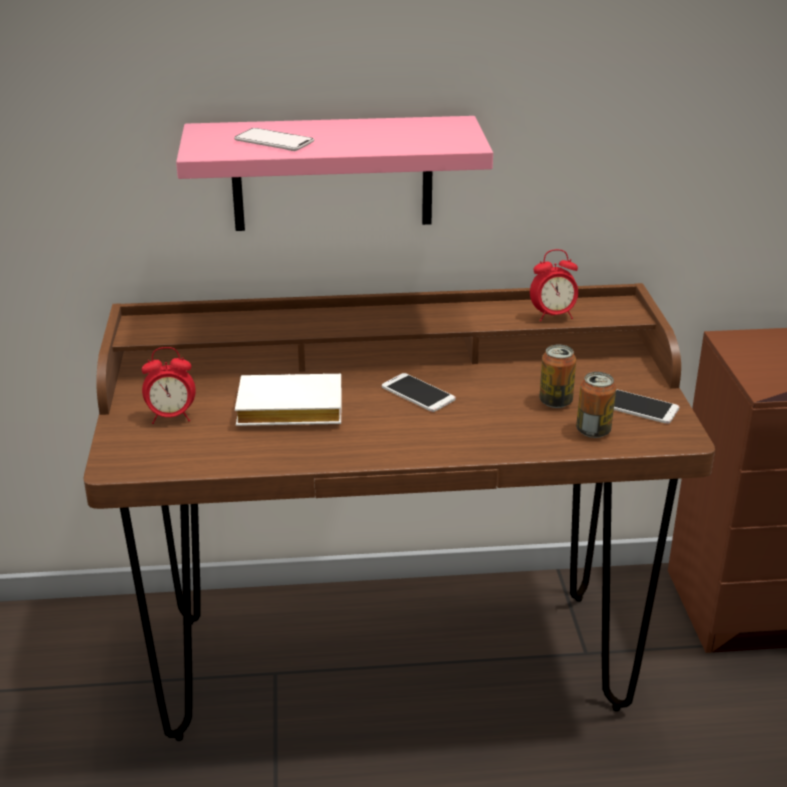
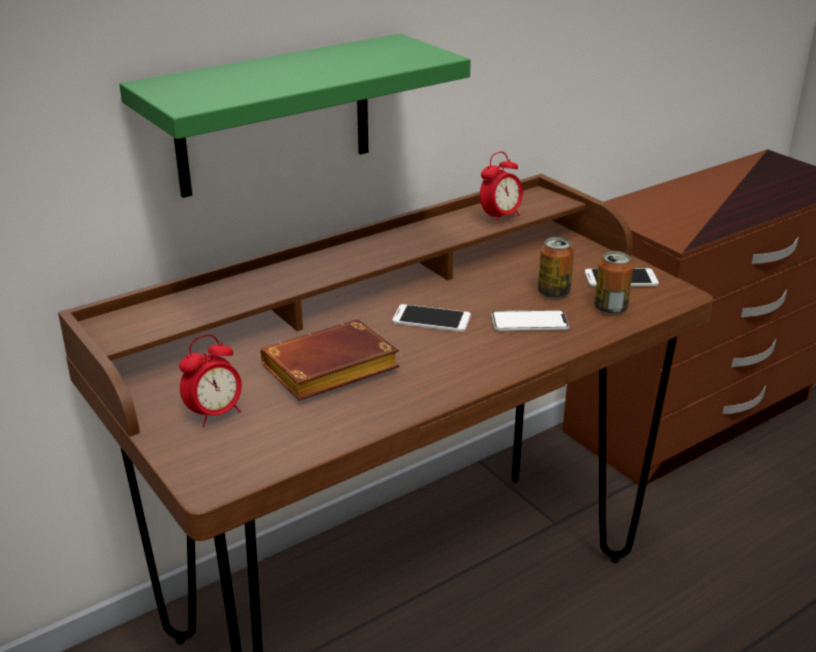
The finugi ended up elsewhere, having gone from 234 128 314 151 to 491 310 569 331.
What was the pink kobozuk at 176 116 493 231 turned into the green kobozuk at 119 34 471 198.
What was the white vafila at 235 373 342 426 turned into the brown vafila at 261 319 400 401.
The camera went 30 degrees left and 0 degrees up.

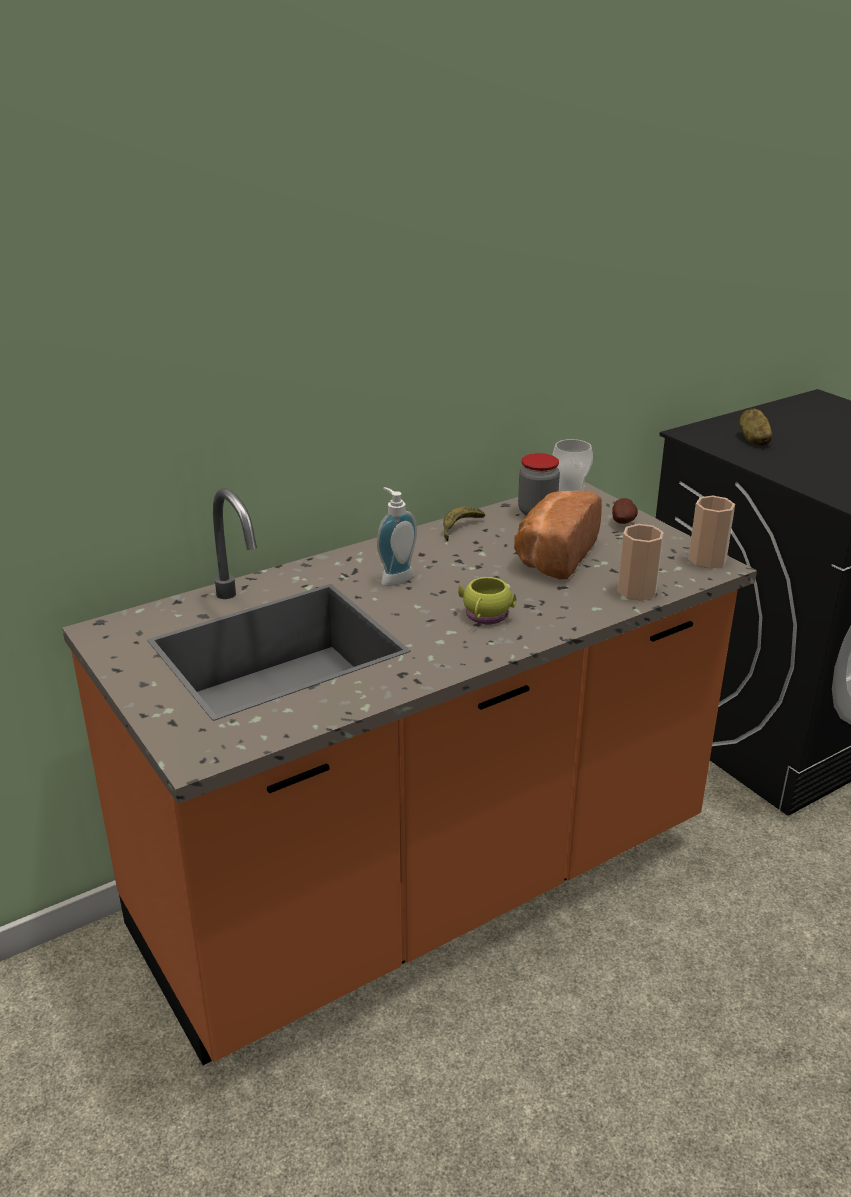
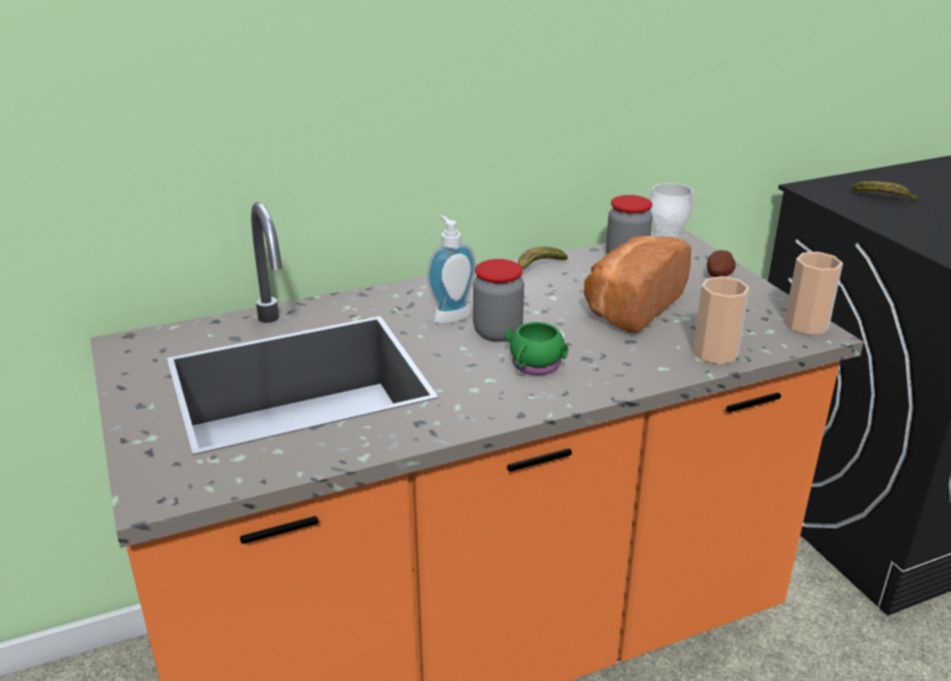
The second view gained the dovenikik at 473 259 524 342.
Where the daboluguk stood at 740 408 772 446, the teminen came to stand at 851 181 918 201.
What was the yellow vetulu at 458 577 516 624 turned into the green vetulu at 506 322 568 375.
The camera went 10 degrees right and 0 degrees up.

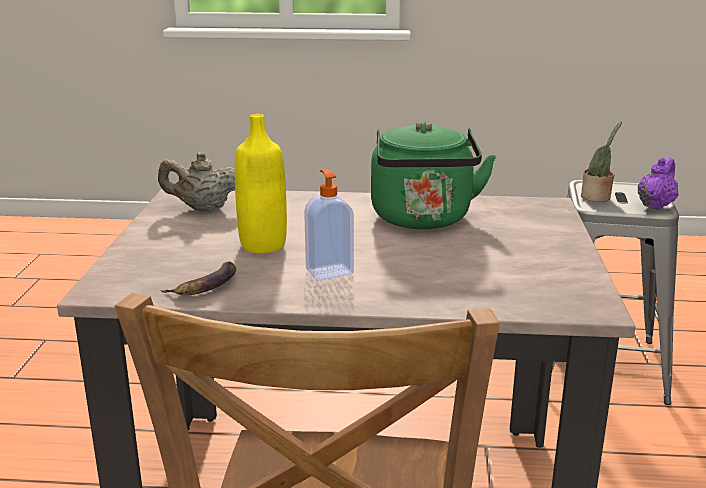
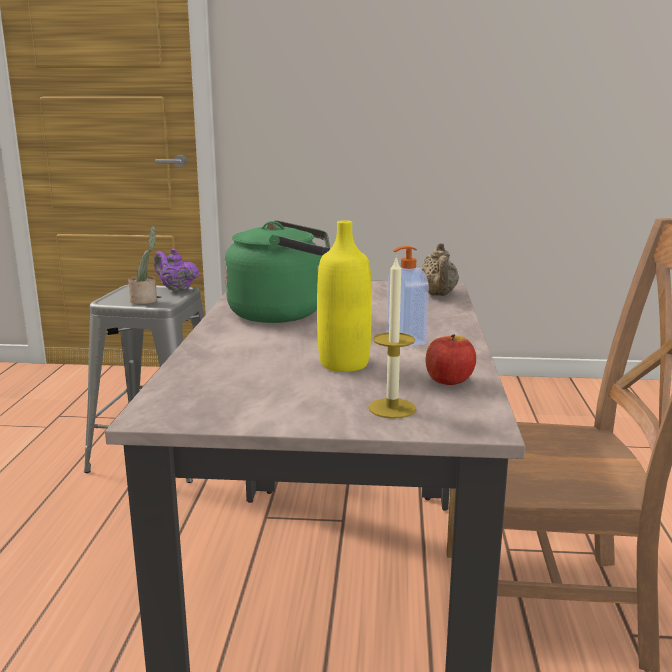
The second view gained the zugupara at 368 256 416 419.
The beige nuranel ended up elsewhere, having gone from 158 152 235 212 to 420 243 459 296.
Where the teminen stood at 161 261 236 295, the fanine came to stand at 426 334 476 385.
The camera went 90 degrees left and 5 degrees down.

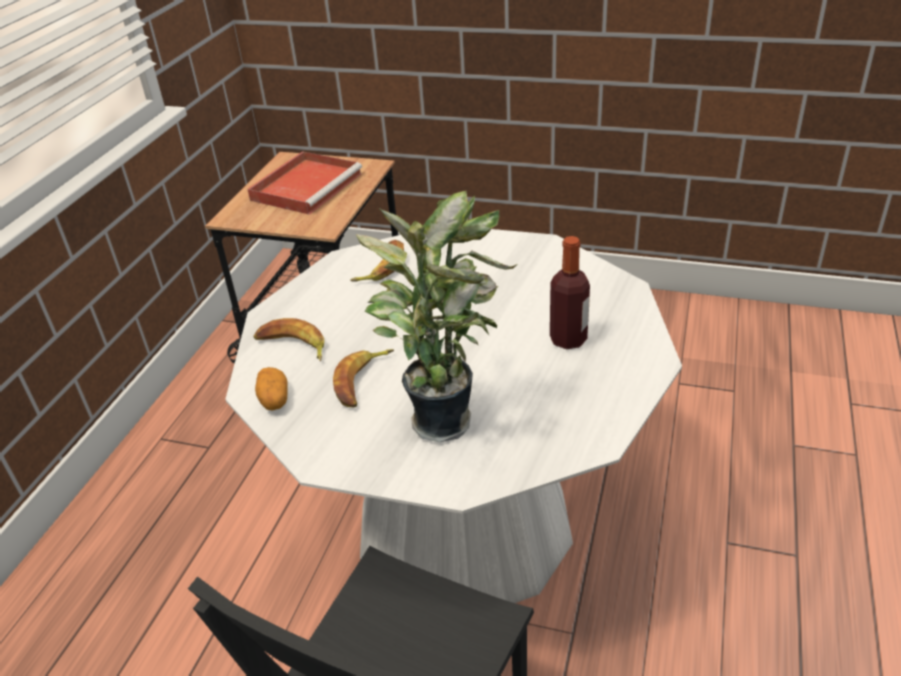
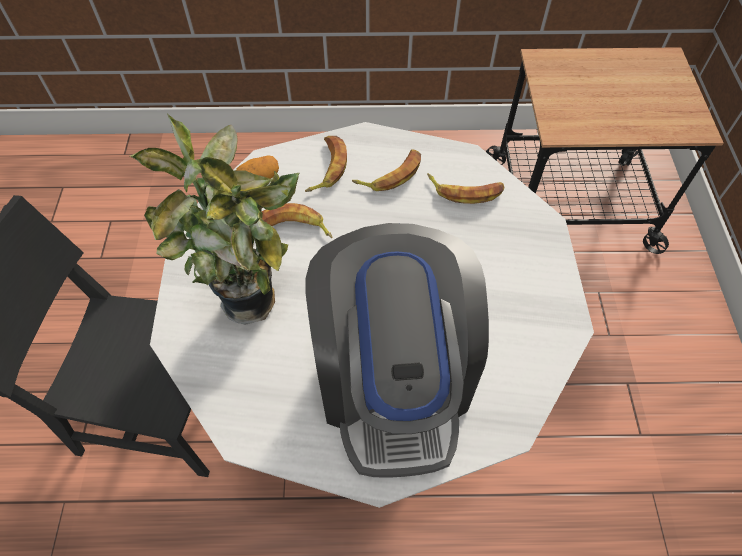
The second view lost the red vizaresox at 247 151 362 215.
The second view gained the teminen at 352 149 421 191.
Where the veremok stood at 550 236 590 349, the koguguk came to stand at 305 223 489 478.
The camera went 70 degrees right and 20 degrees up.

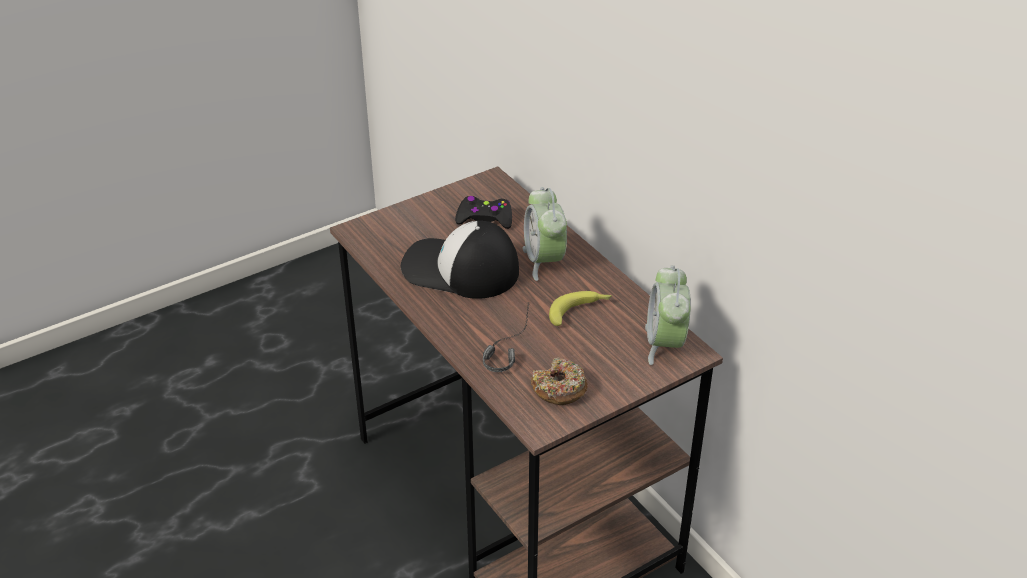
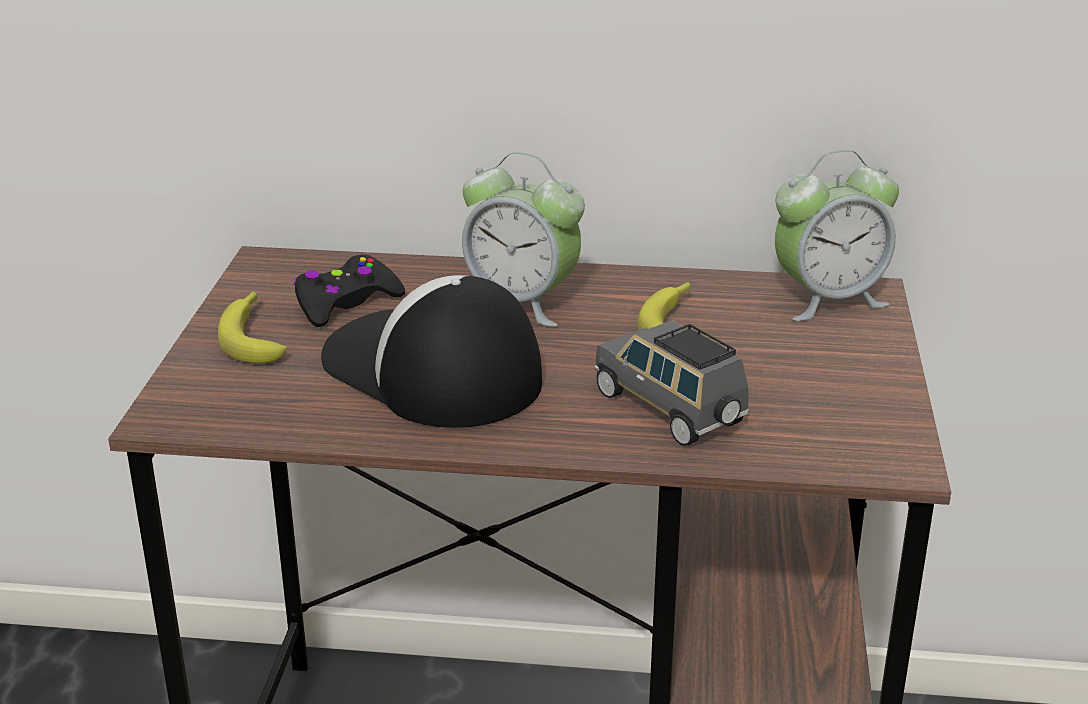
The second view lost the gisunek at 531 358 588 405.
The second view gained the teminen at 218 291 287 364.
Where the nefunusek stood at 483 302 529 372, the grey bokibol came to stand at 594 320 749 446.
The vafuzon at 401 221 519 299 ended up facing another way, 75 degrees clockwise from before.
The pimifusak at 645 265 691 365 ended up facing another way, 60 degrees counterclockwise from before.
The camera went 50 degrees left and 10 degrees down.

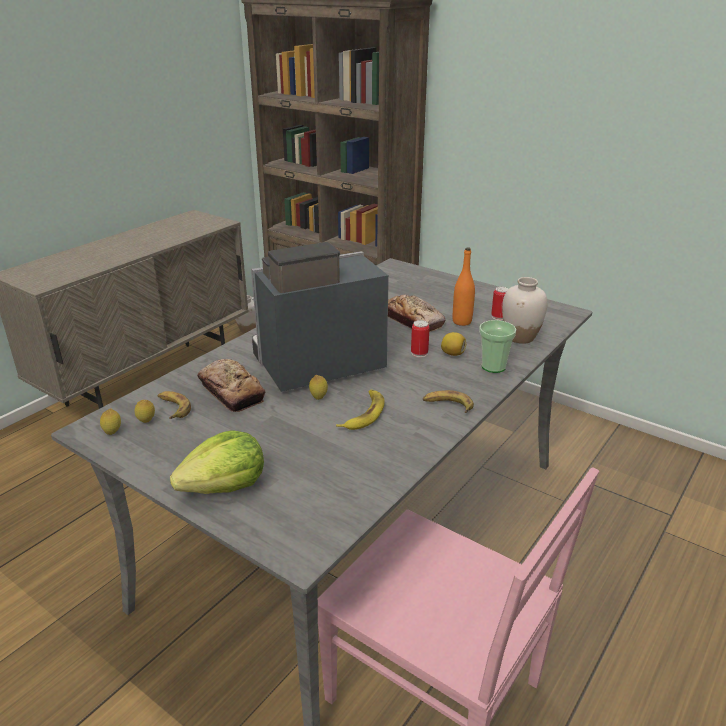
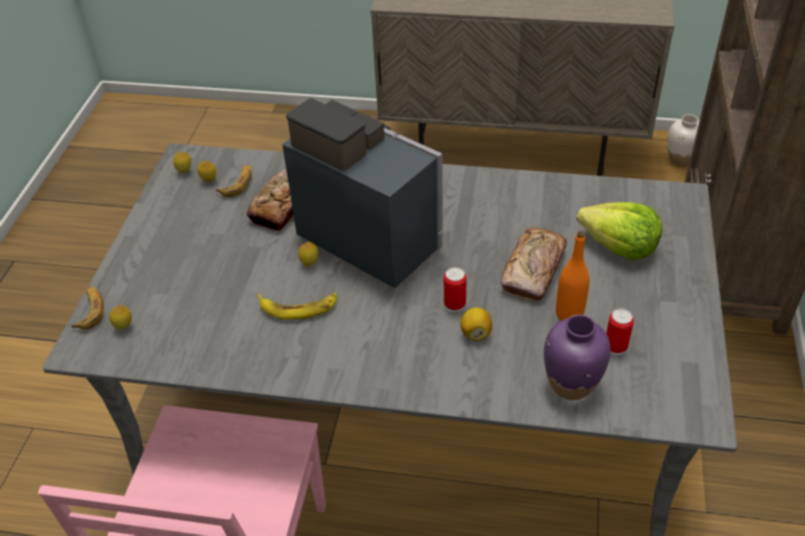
The second view lost the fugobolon at 479 320 516 373.
The second view gained the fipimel at 109 306 132 329.
The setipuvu ended up elsewhere, having gone from 170 430 264 494 to 577 202 662 261.
The teminen ended up elsewhere, having gone from 423 390 474 413 to 71 287 104 330.
What was the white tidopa at 502 277 547 344 turned into the purple tidopa at 544 315 611 400.
The camera went 65 degrees right and 15 degrees up.

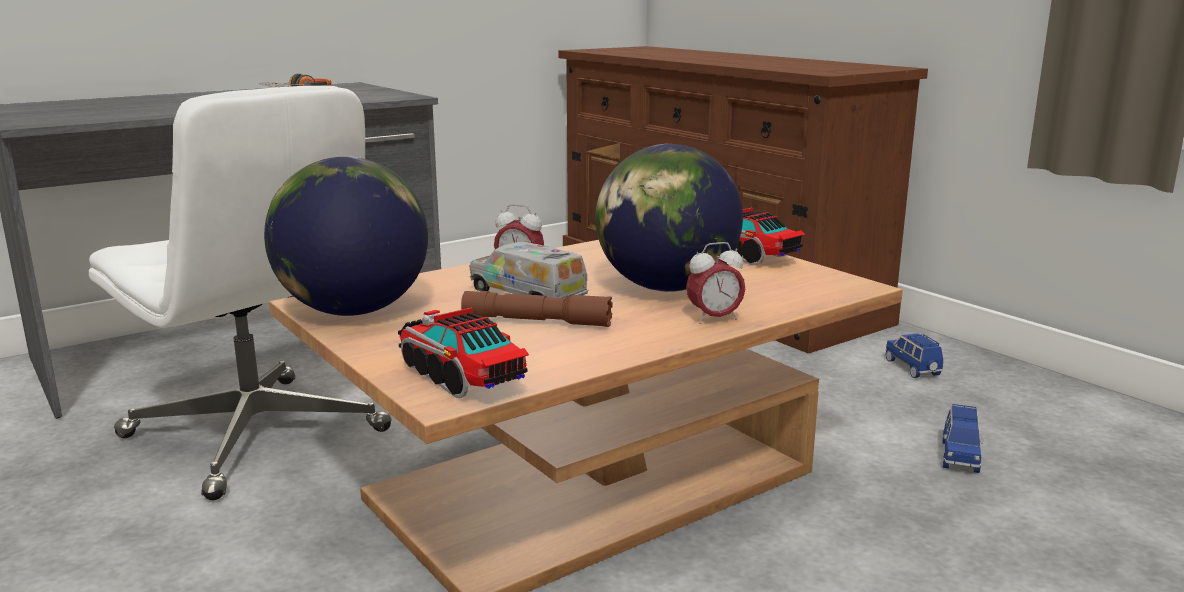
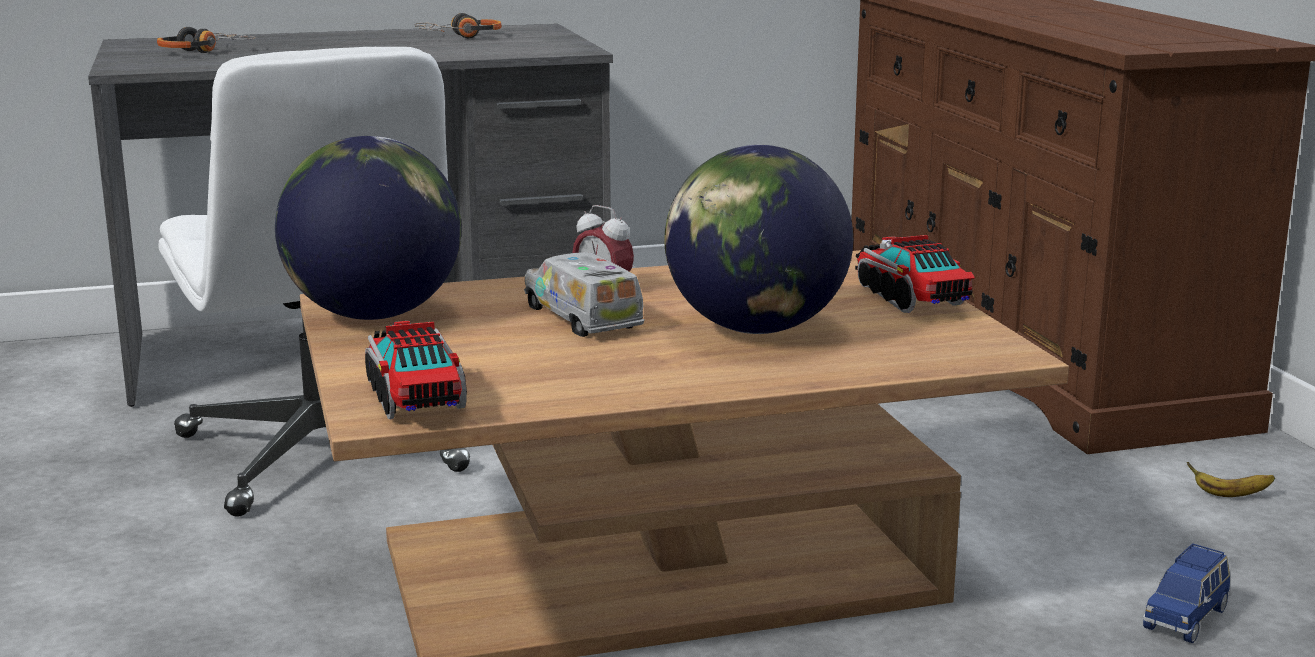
The second view lost the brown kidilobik at 461 291 613 327.
The second view lost the pimifusak at 686 242 745 324.
The second view gained the nefunusek at 157 27 256 53.
Where the blue bokibol stood at 885 334 943 378, the teminen came to stand at 1187 462 1275 497.
The camera went 20 degrees right and 0 degrees up.

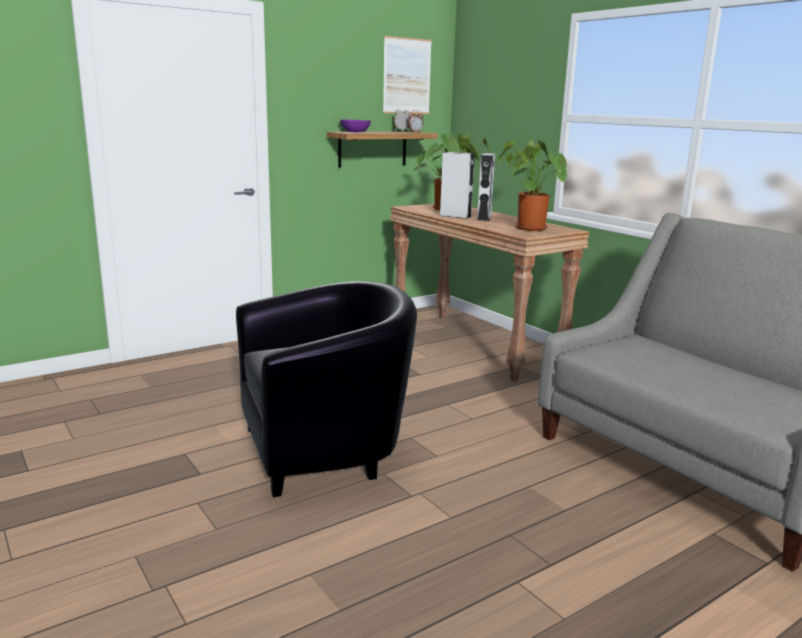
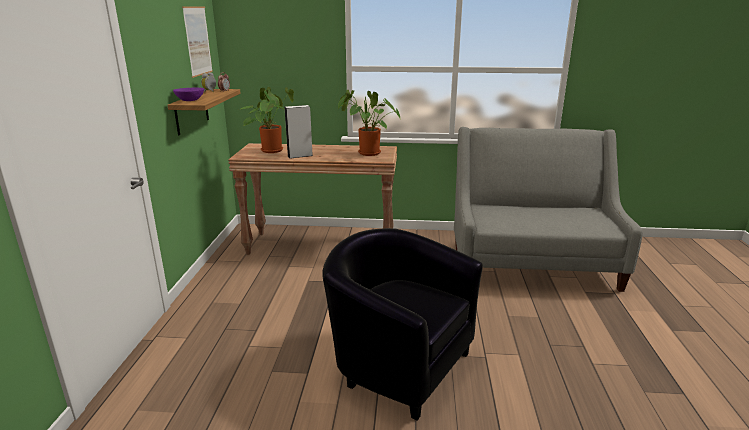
The second view lost the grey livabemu at 477 153 495 221.
The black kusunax at 236 281 417 498 ended up facing another way, 75 degrees counterclockwise from before.
The camera went 50 degrees left and 5 degrees up.

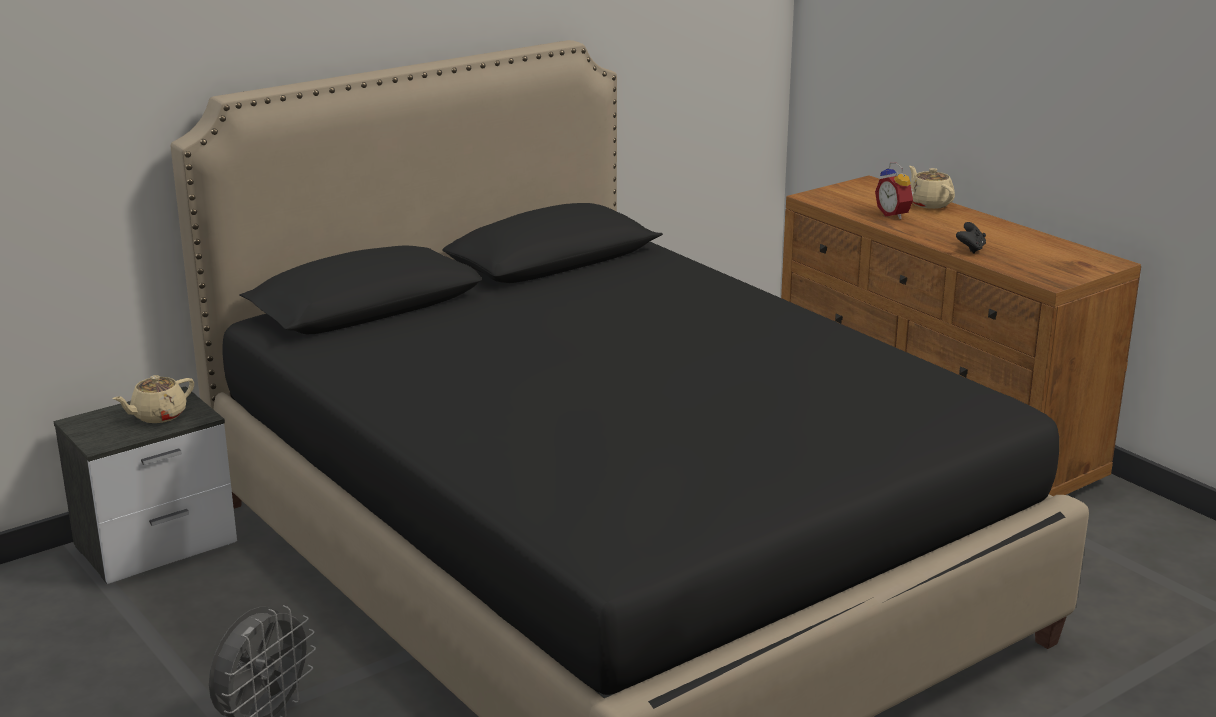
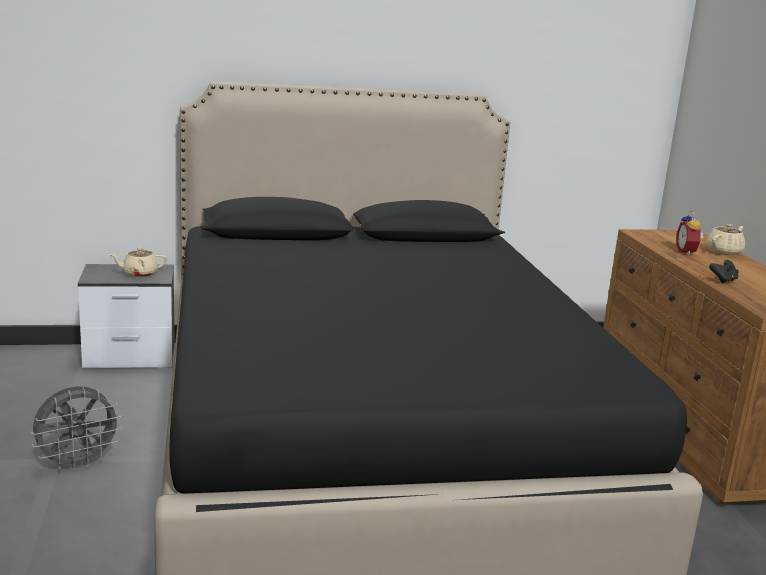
The beige nuranel at 909 166 955 209 ended up facing another way, 45 degrees clockwise from before.
The camera went 25 degrees right and 5 degrees down.

